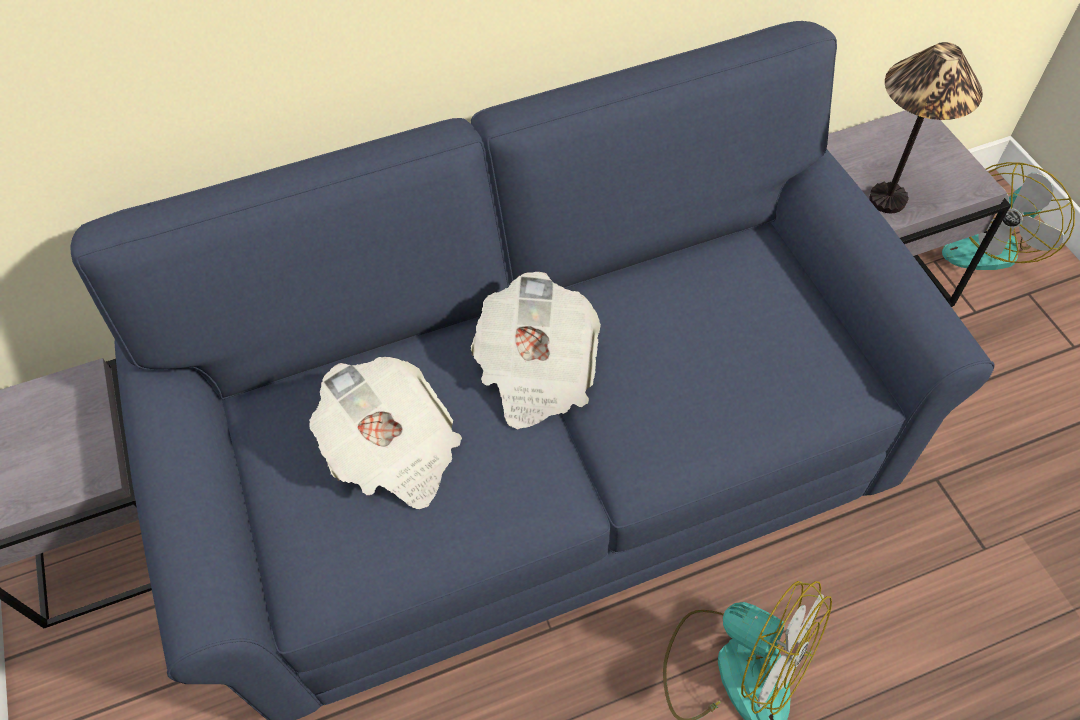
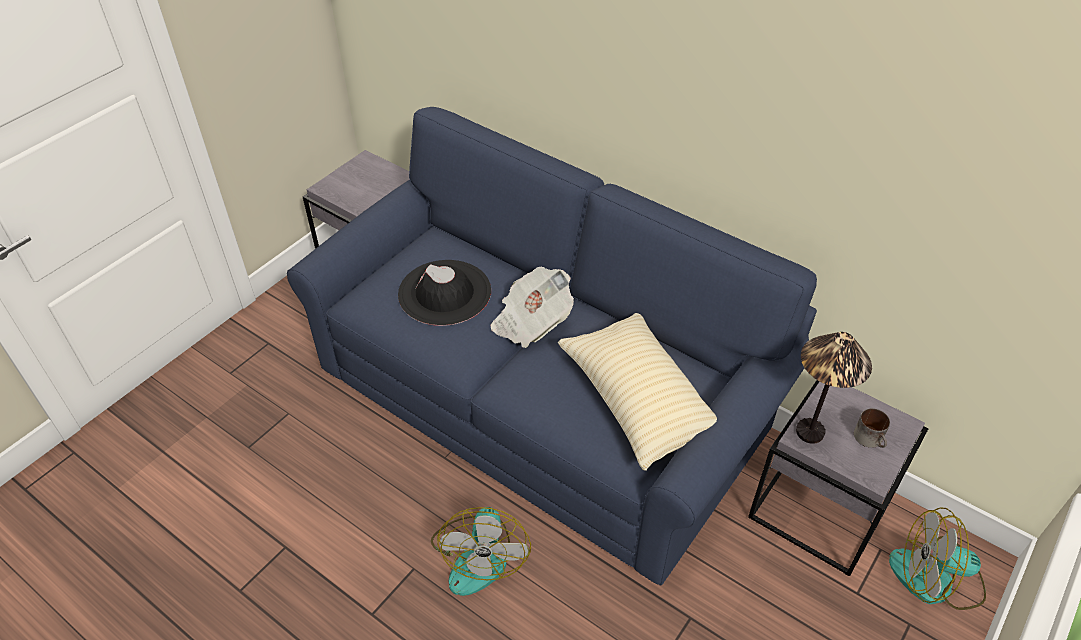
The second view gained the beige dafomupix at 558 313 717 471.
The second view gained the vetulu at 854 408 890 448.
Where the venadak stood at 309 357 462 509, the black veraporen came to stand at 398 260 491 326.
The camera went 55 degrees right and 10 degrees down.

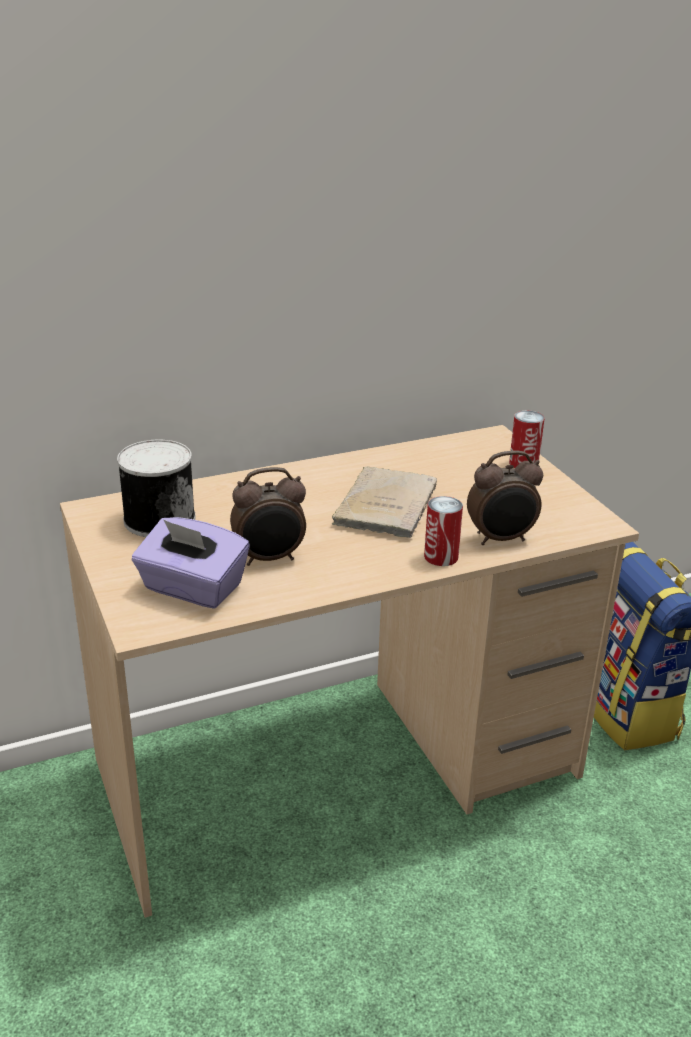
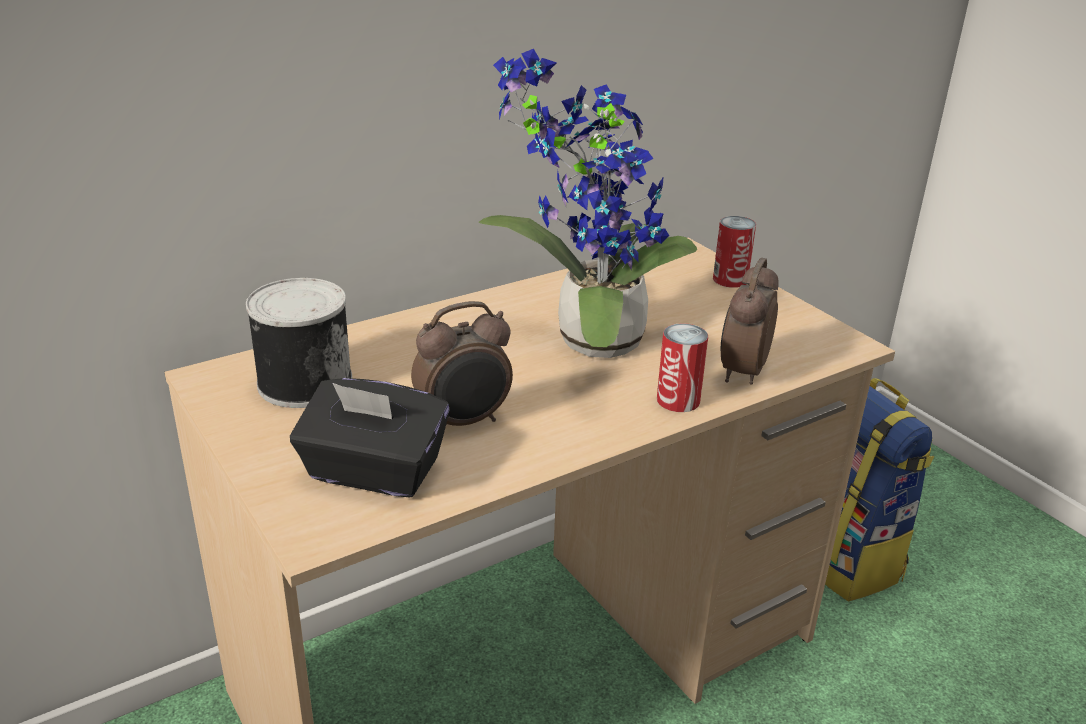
Where the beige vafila stood at 331 466 437 538, the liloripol came to stand at 479 49 697 358.
What was the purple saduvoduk at 132 517 250 609 turned into the black saduvoduk at 290 378 450 497.
The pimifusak at 467 451 543 545 ended up facing another way, 135 degrees clockwise from before.
The camera went 10 degrees left and 0 degrees up.

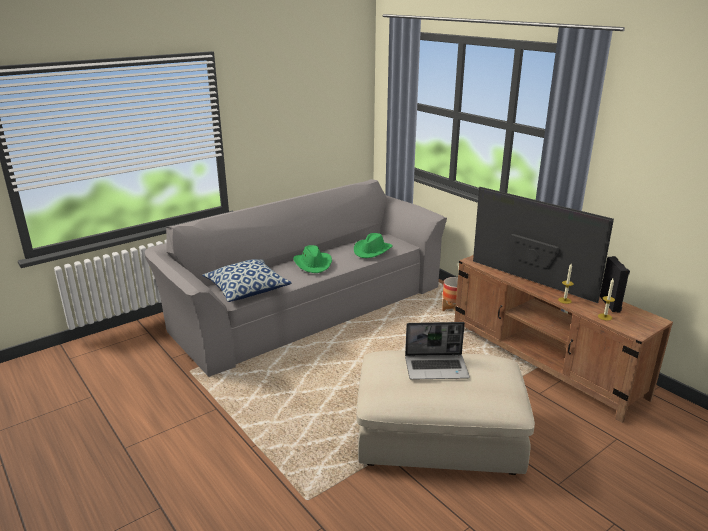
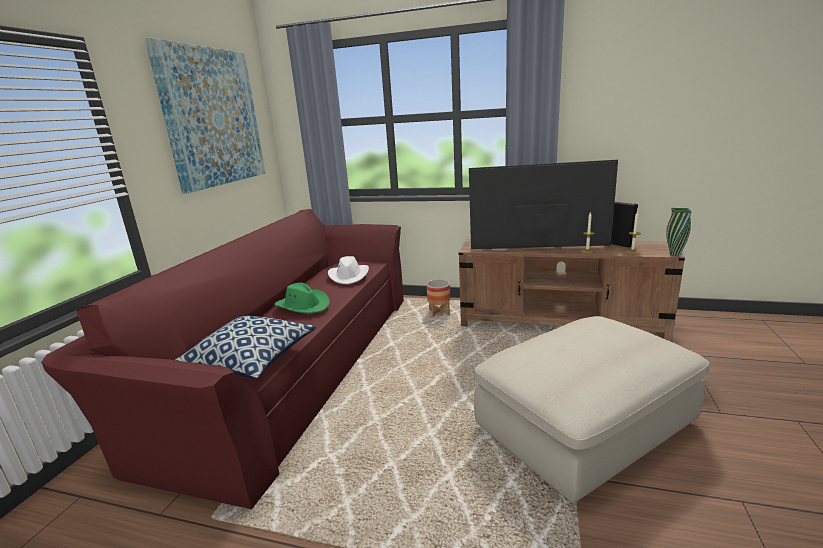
The second view lost the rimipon at 405 322 470 380.
The second view gained the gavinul at 145 38 265 194.
The second view gained the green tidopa at 666 208 692 256.
What was the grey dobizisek at 145 179 447 377 turned into the red dobizisek at 41 209 404 509.
What was the green veraporen at 354 233 393 258 turned into the white veraporen at 328 256 369 284.
The camera went 35 degrees left and 5 degrees down.

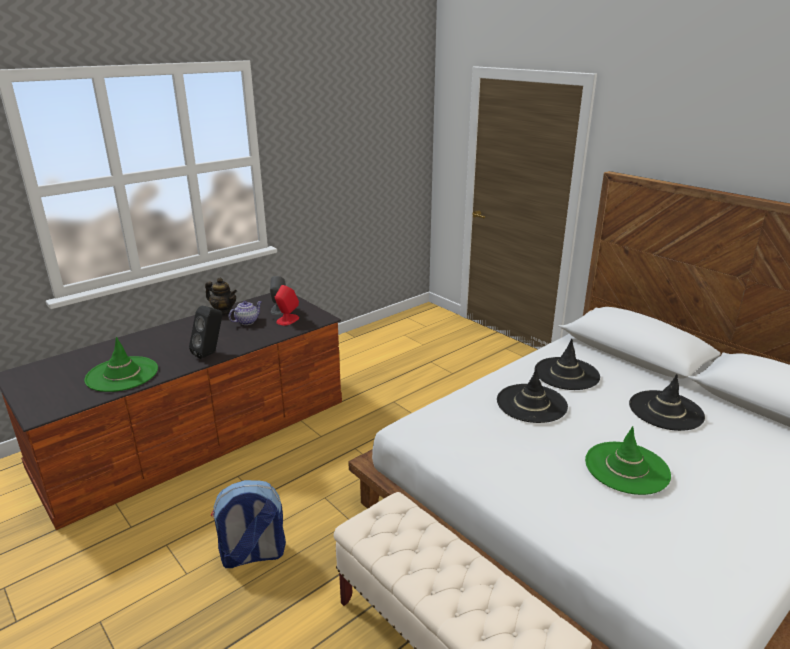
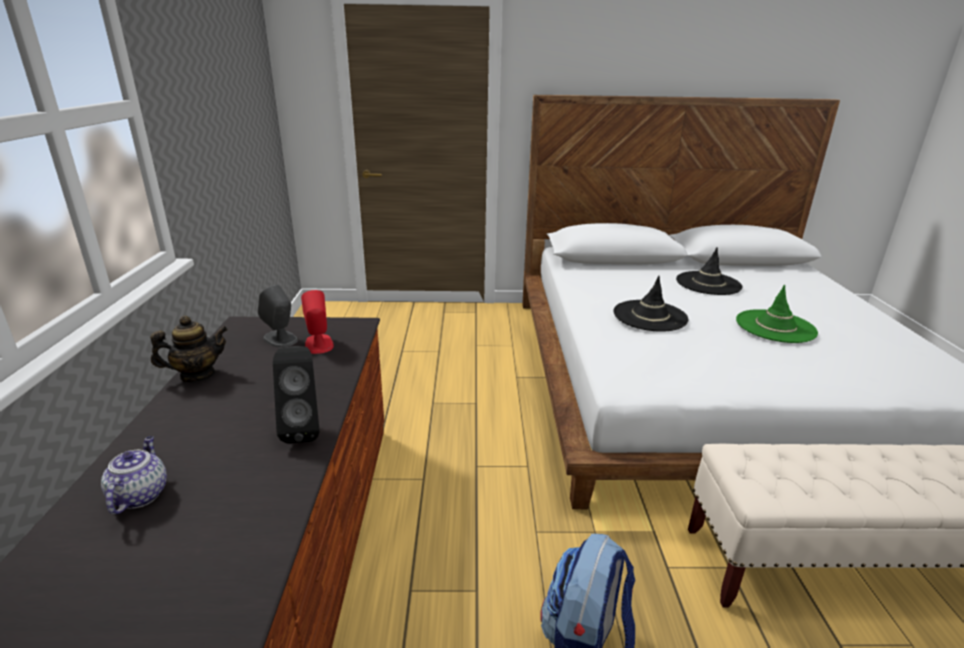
The second view lost the green veraporen at 84 337 158 392.
The second view lost the black veraporen at 534 339 600 390.
The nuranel ended up elsewhere, having gone from 229 301 262 325 to 101 436 167 514.
The camera went 50 degrees left and 0 degrees up.

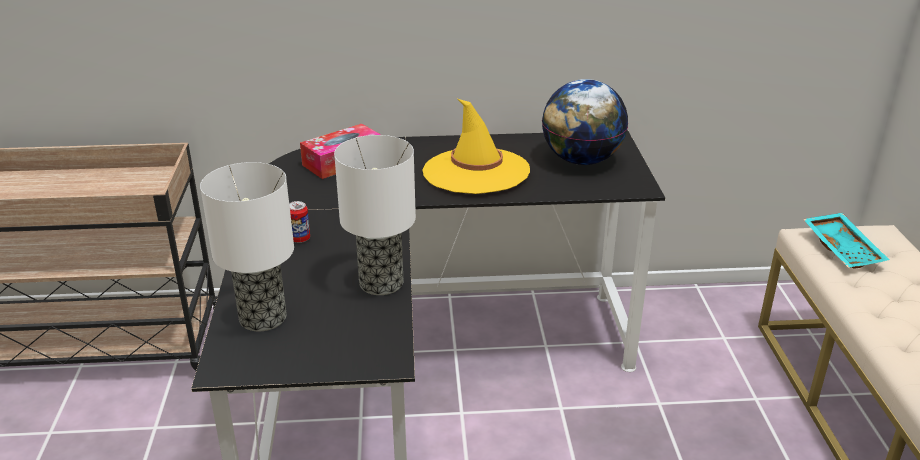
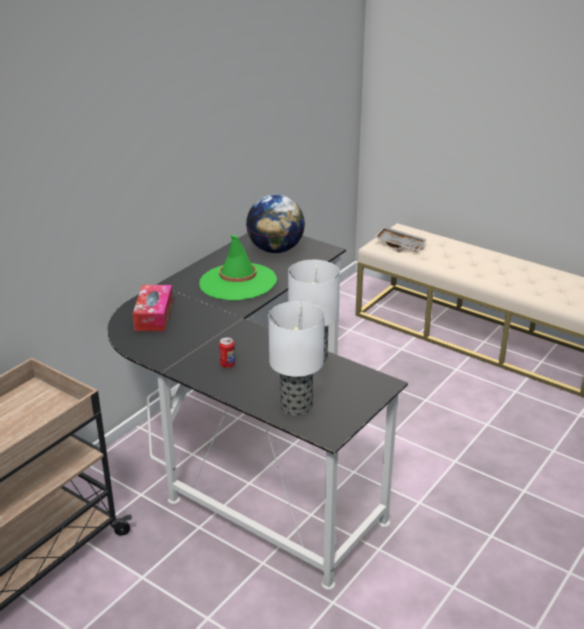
What was the yellow veraporen at 423 99 530 194 turned into the green veraporen at 199 235 277 301.
What was the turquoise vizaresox at 803 213 890 269 turned into the grey vizaresox at 374 226 427 251.
The camera went 50 degrees left and 0 degrees up.

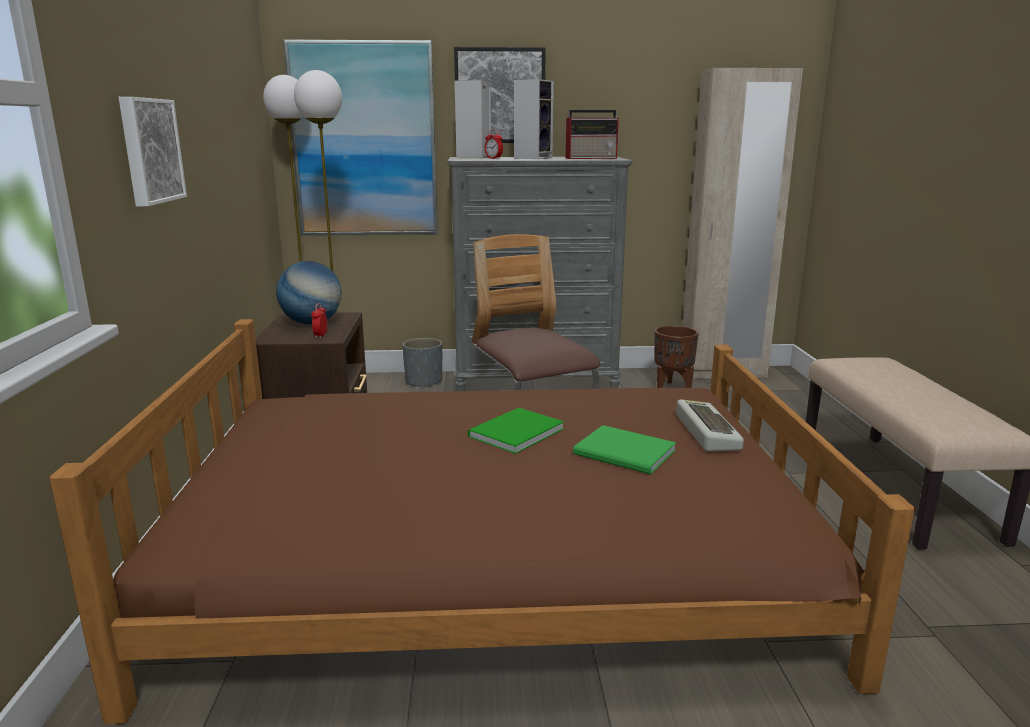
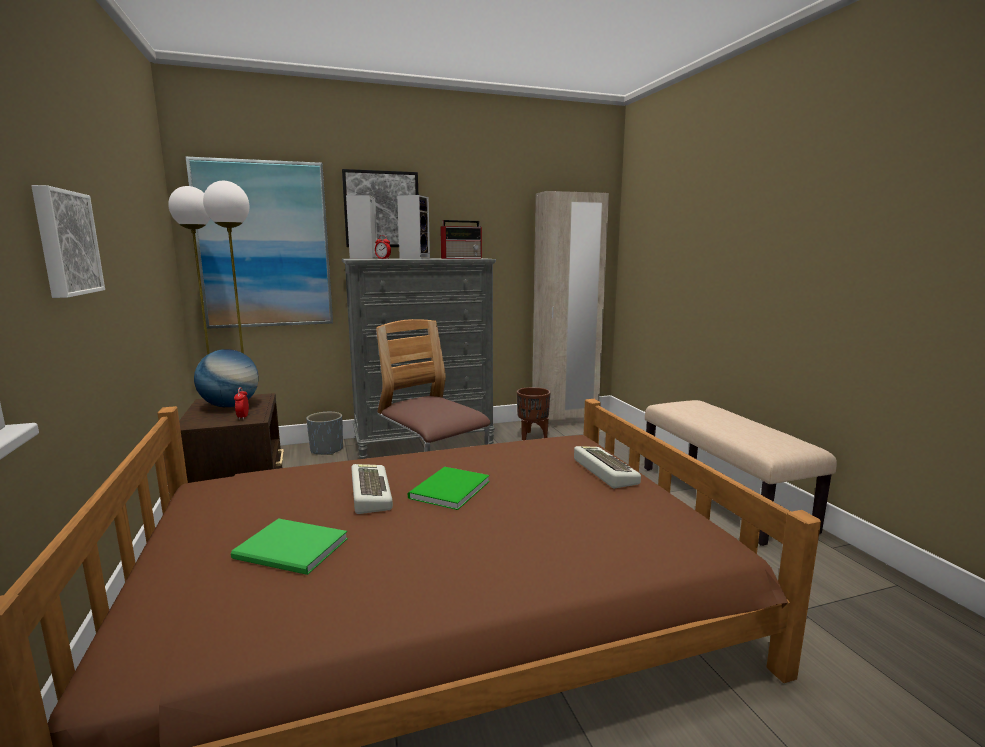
The second view gained the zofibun at 351 464 393 514.
The green vafila ended up elsewhere, having gone from 573 425 676 475 to 231 518 348 575.
The camera went 15 degrees left and 5 degrees down.

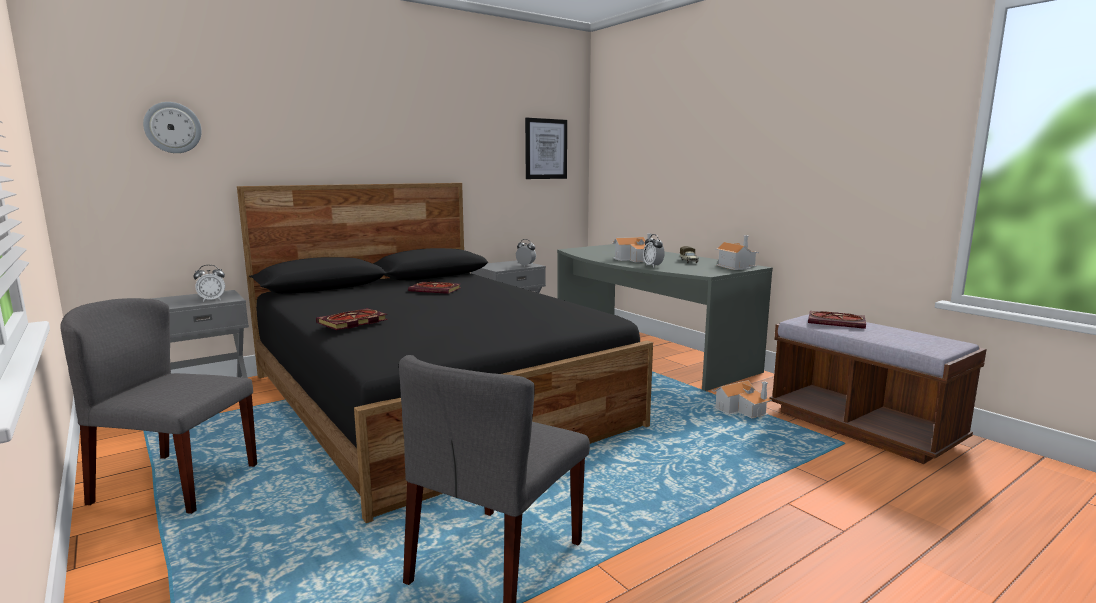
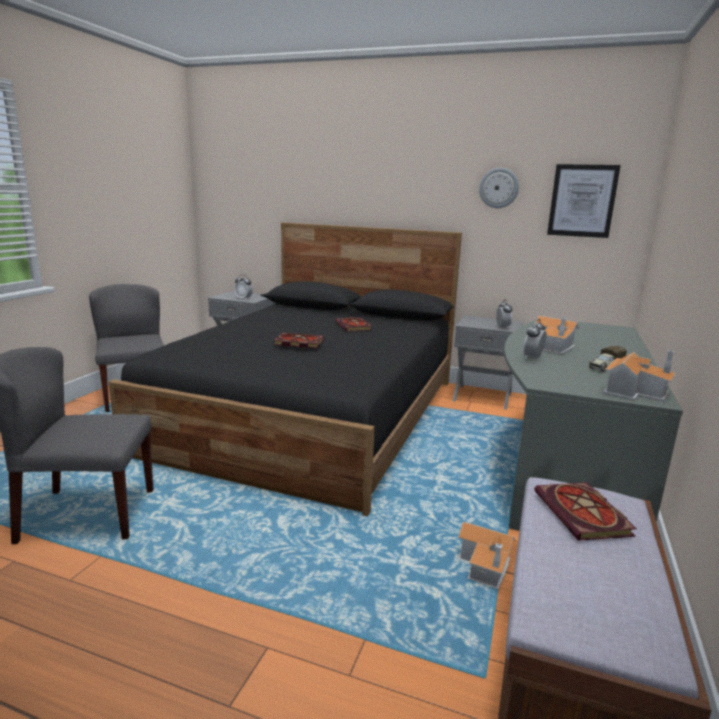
The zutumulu ended up elsewhere, having gone from 143 102 202 153 to 479 168 519 208.
The vafila ended up elsewhere, having gone from 316 308 388 330 to 273 333 324 348.
The camera went 55 degrees right and 5 degrees up.

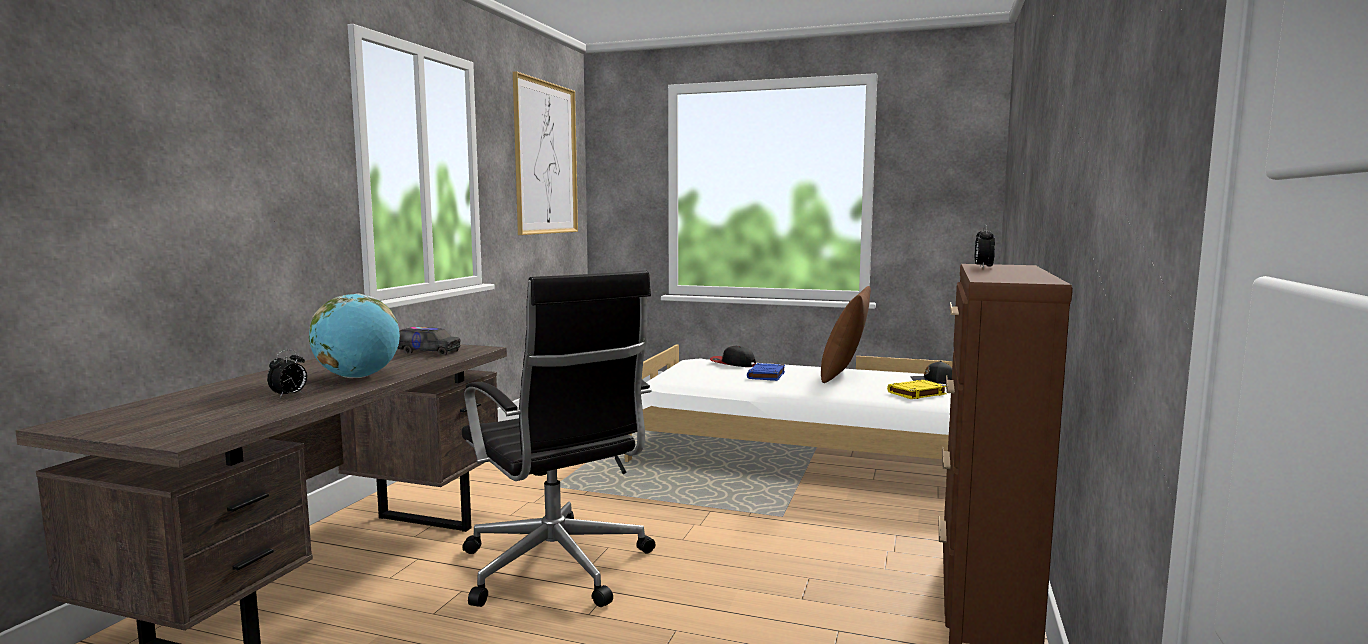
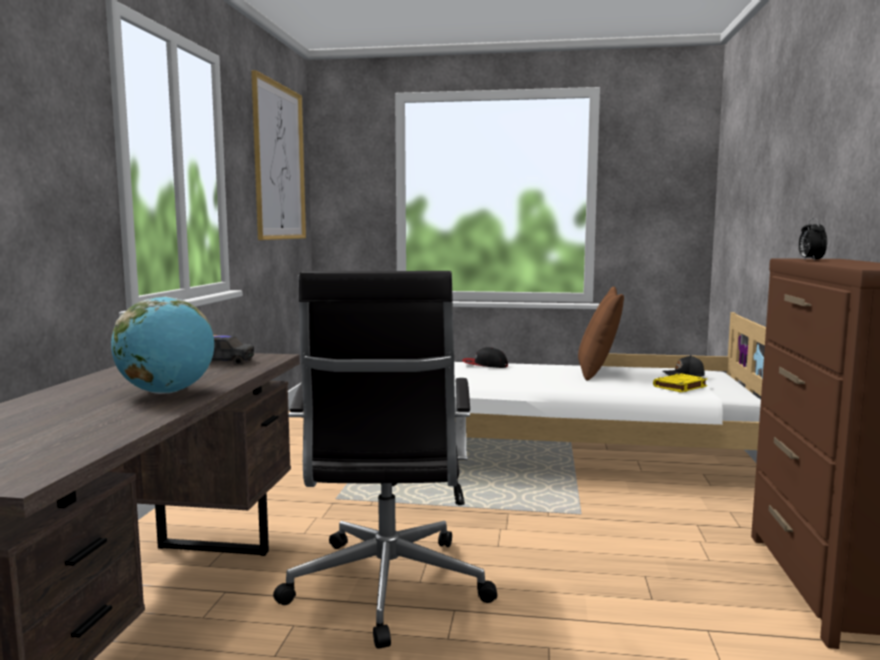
The second view lost the pimifusak at 267 350 307 398.
The second view lost the blue vafila at 747 363 785 381.
The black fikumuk at 462 271 655 607 ended up facing another way, 45 degrees clockwise from before.
The camera went 10 degrees left and 0 degrees up.

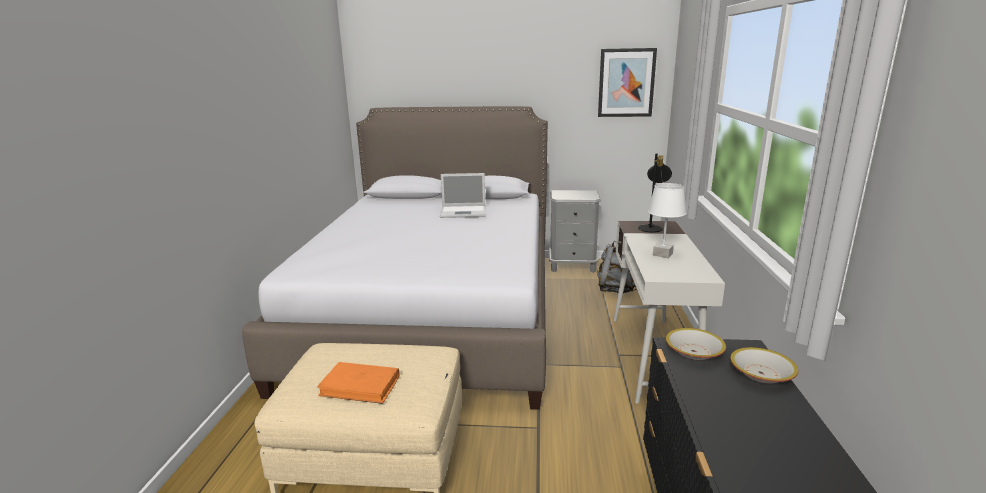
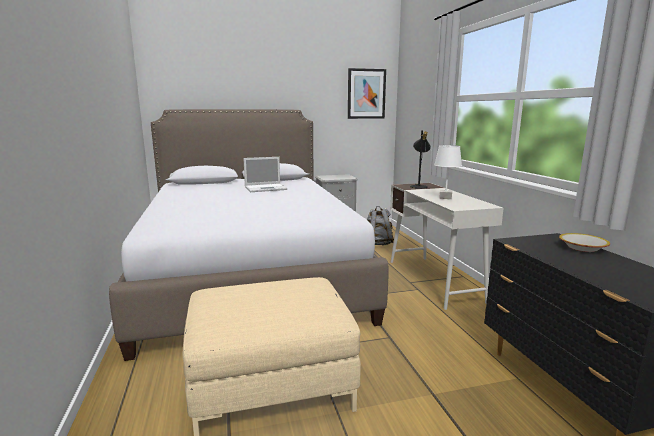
The second view lost the orange vafila at 317 362 399 404.
The second view lost the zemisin at 666 328 726 360.
The camera went 20 degrees left and 5 degrees down.

